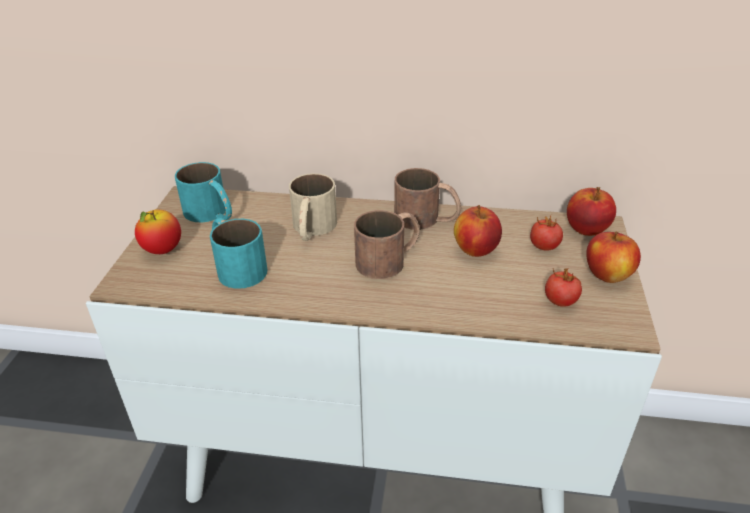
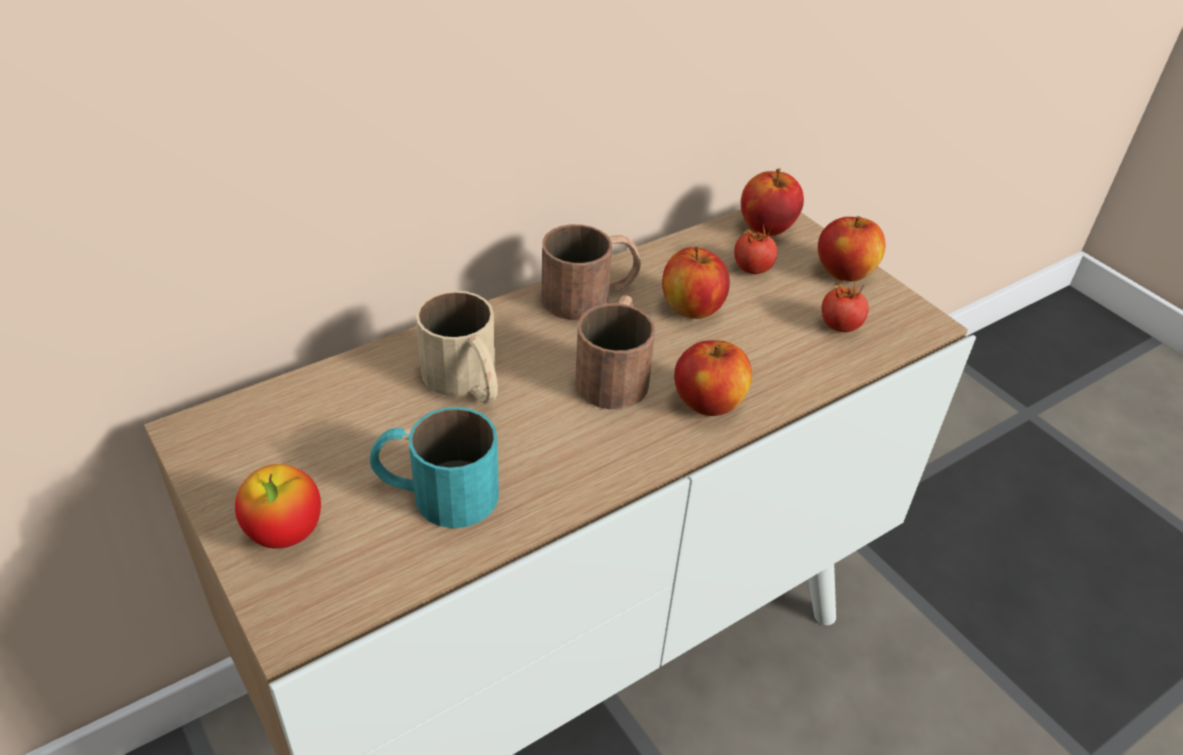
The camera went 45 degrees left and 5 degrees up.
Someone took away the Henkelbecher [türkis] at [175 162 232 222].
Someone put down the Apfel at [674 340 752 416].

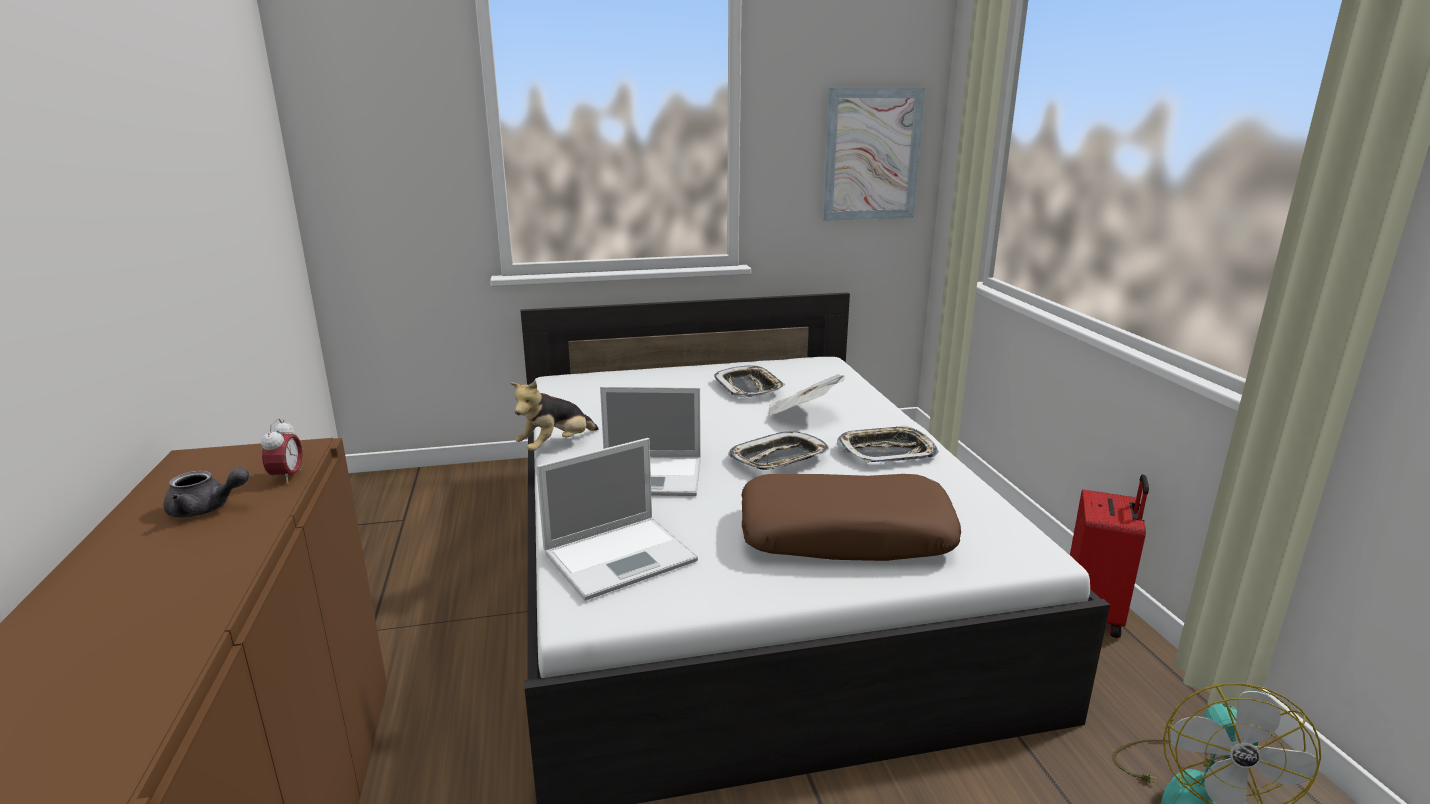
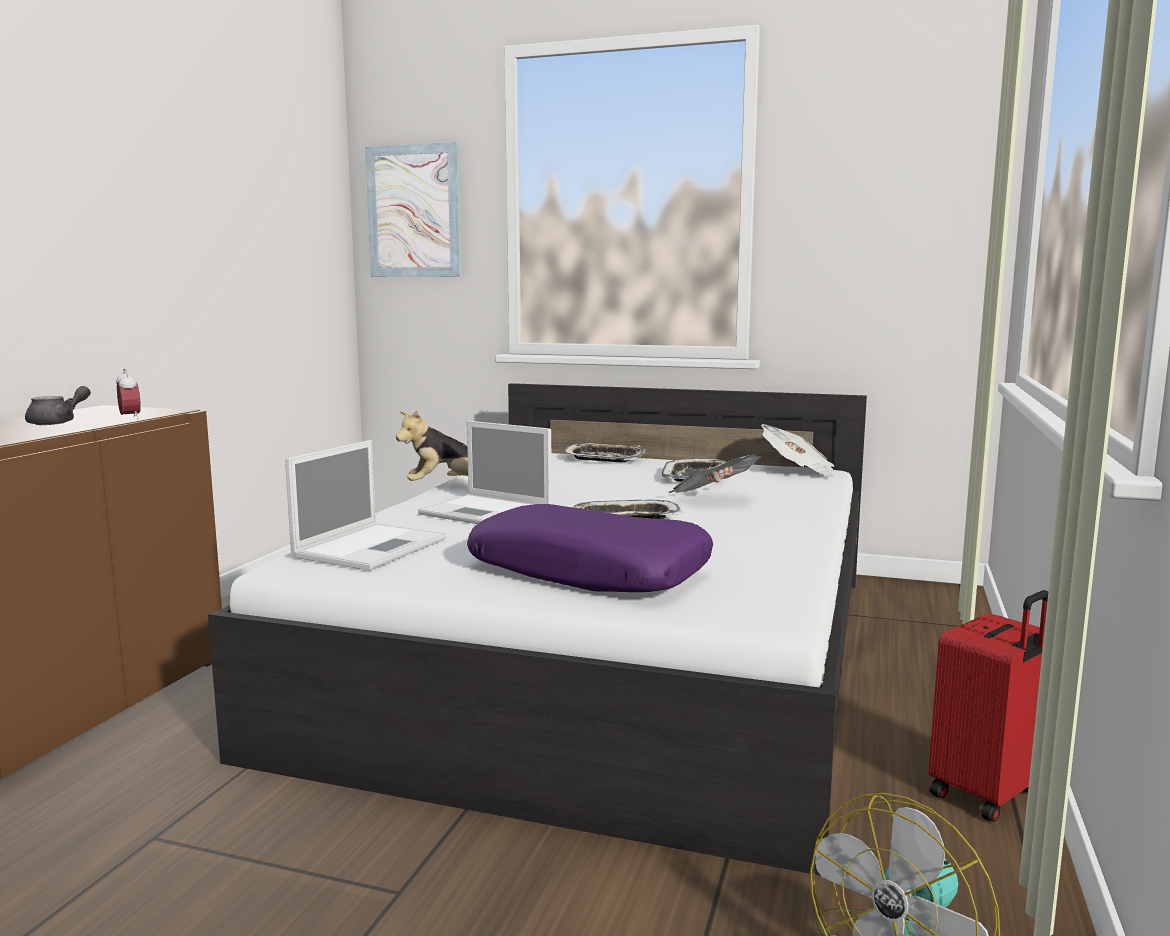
The camera went 30 degrees right and 10 degrees down.
Someone rotated the Teekanne [grau] at [164 467 249 517] by 90 degrees counterclockwise.
Someone rotated the Wecker at [261 418 303 484] by 60 degrees counterclockwise.
Someone rotated the Laptop at [536 438 698 601] by 60 degrees counterclockwise.
Someone repainted the Kissen [braun] at [741 474 961 561], which became the Kissen [lila] at [467 504 713 592].
Someone carried the Bild from [822 88 925 221] to [365 142 461 277].
Someone carried the Tablett from [837 425 939 463] to [565 443 645 462].
Someone put down the Zeitung at [761 424 834 478].

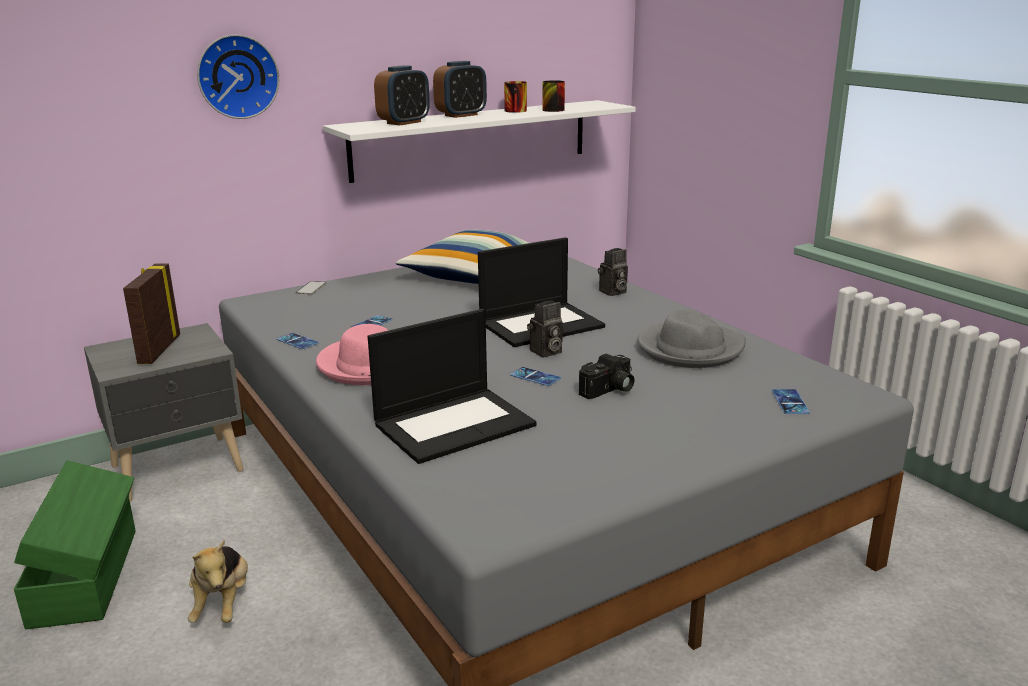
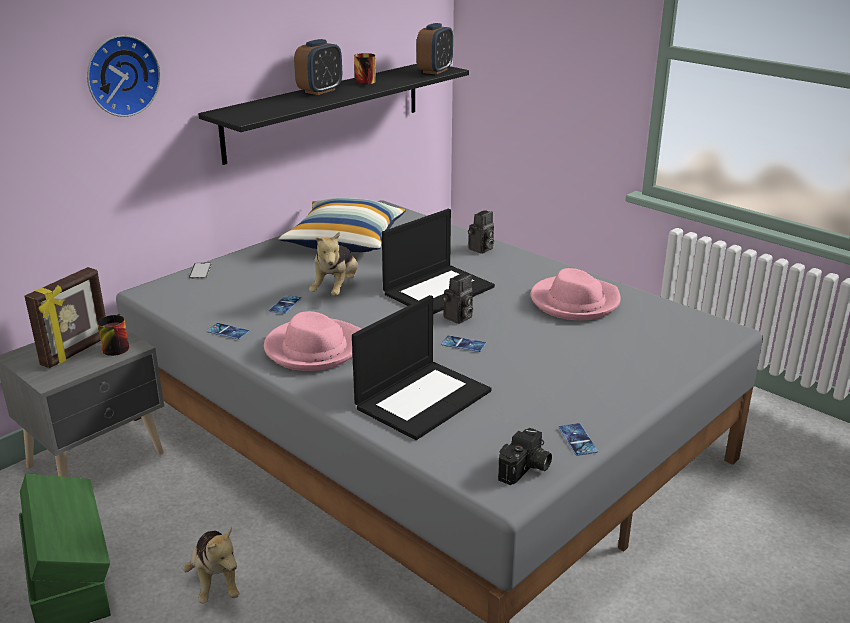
The camera went 15 degrees left and 5 degrees up.
Someone rotated the Bilderrahmen at [123 263 180 364] by 135 degrees counterclockwise.
Someone repainted the Wandregal [weiß] at [323 100 636 183], which became the Wandregal [schwarz] at [198 64 469 165].
Someone carried the Wecker from [374 65 430 126] to [417 23 453 74].
Someone carried the Henkelbecher from [542 80 565 112] to [97 314 129 356].
Someone carried the Kamera from [579 354 635 399] to [498 428 552 485].
Someone repainted the Hut [grau] at [638 309 746 368], which became the Hut [rosa] at [531 268 621 320].
Someone carried the Handy from [772 389 810 414] to [559 423 598 456].
Someone put down the Plüschtier at [309 231 358 296].

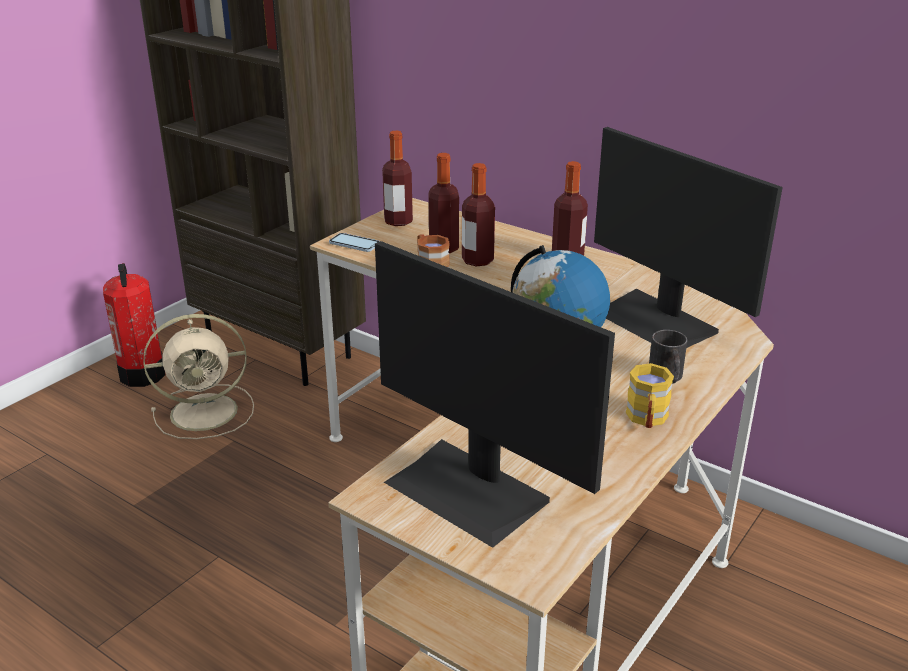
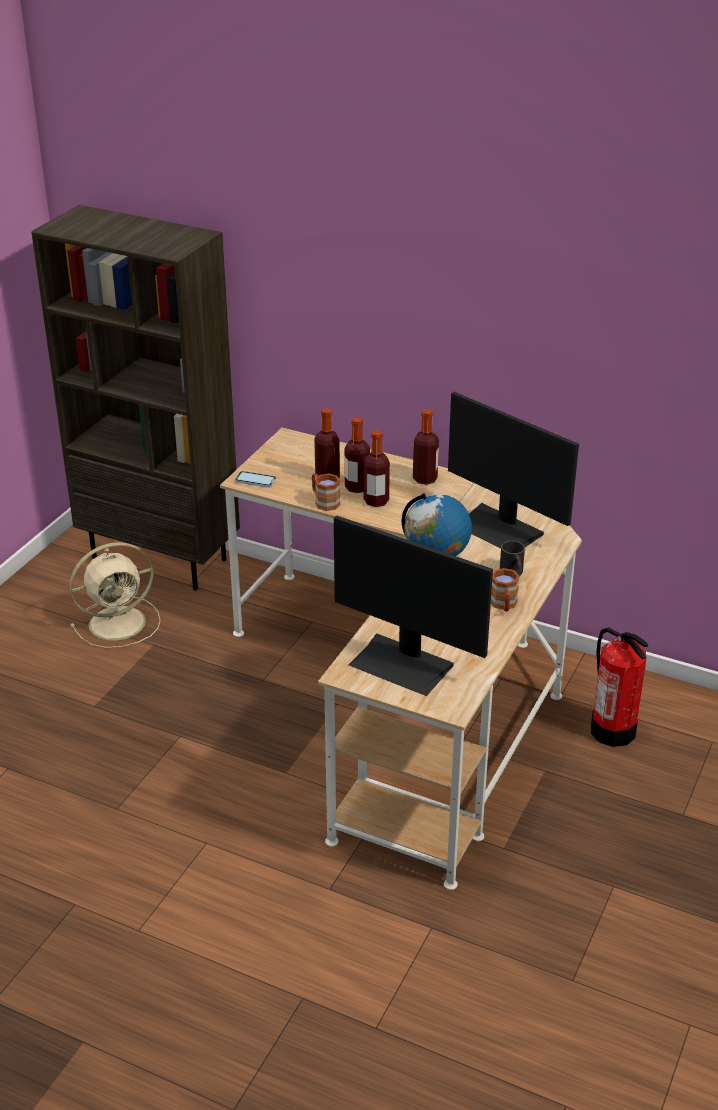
The camera went 10 degrees left and 5 degrees up.
Someone carried the Feuerlöscher from [103 263 165 387] to [591 628 648 747].
Someone carried the Flasche from [382 131 413 226] to [364 430 390 507].
Someone repainted the Henkelbecher [gelb] at [626 363 674 428], which became the Henkelbecher [braun] at [491 568 520 611].

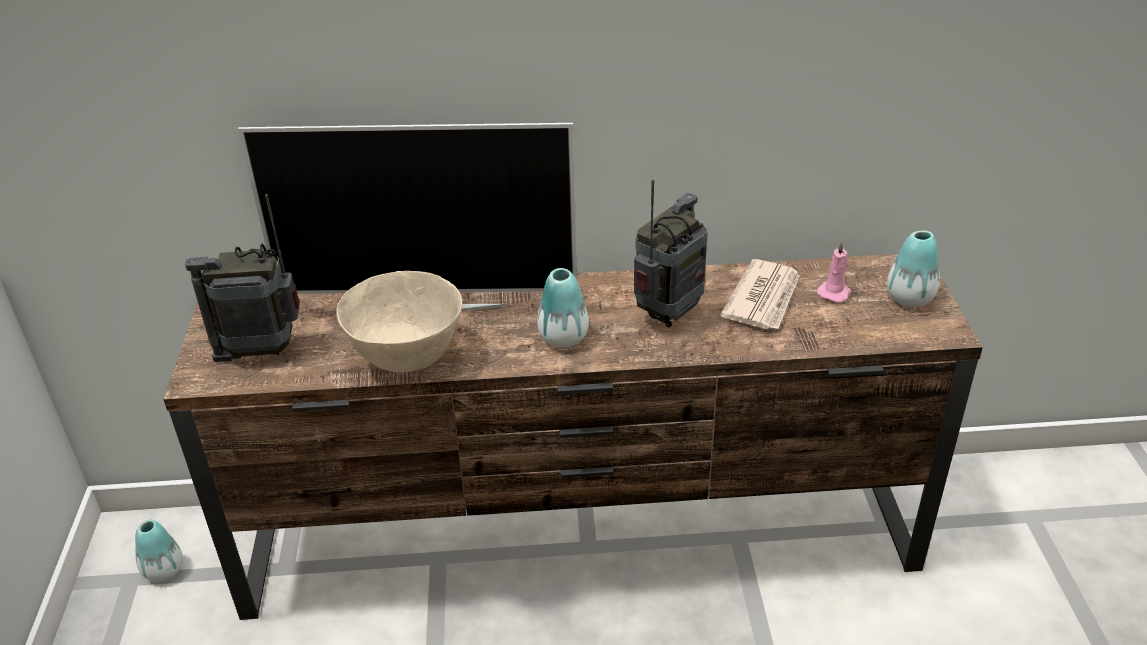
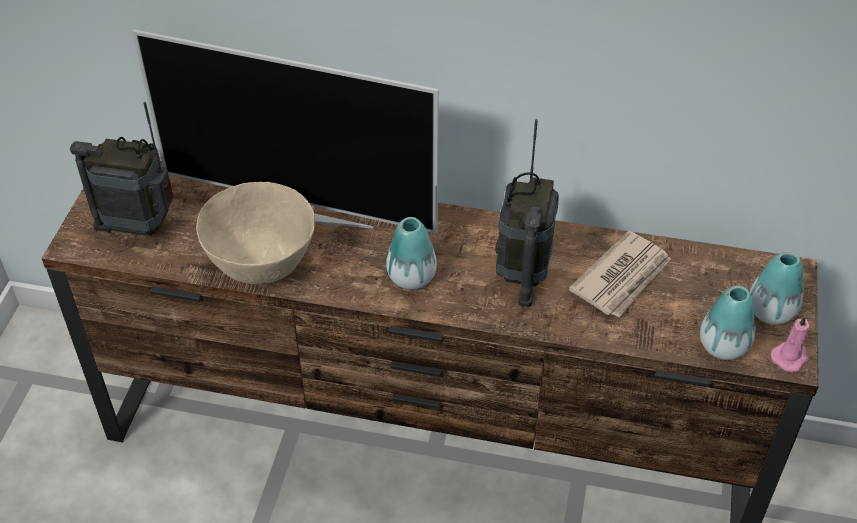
The camera went 15 degrees right and 10 degrees up.
Someone carried the Vase from [135 520 183 582] to [700 286 755 360].
Someone rotated the Radio at [634 179 708 327] by 135 degrees clockwise.
Someone carried the Kerze [rosa] from [817 242 851 303] to [771 315 809 372].

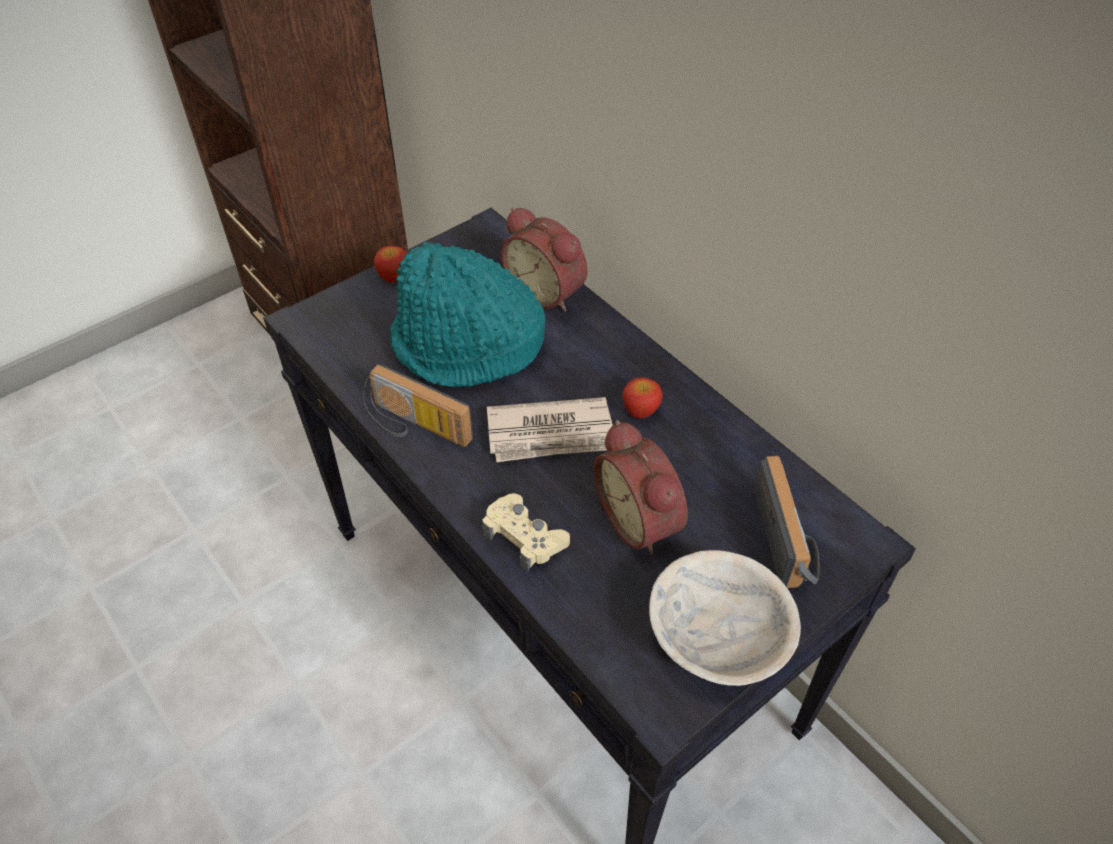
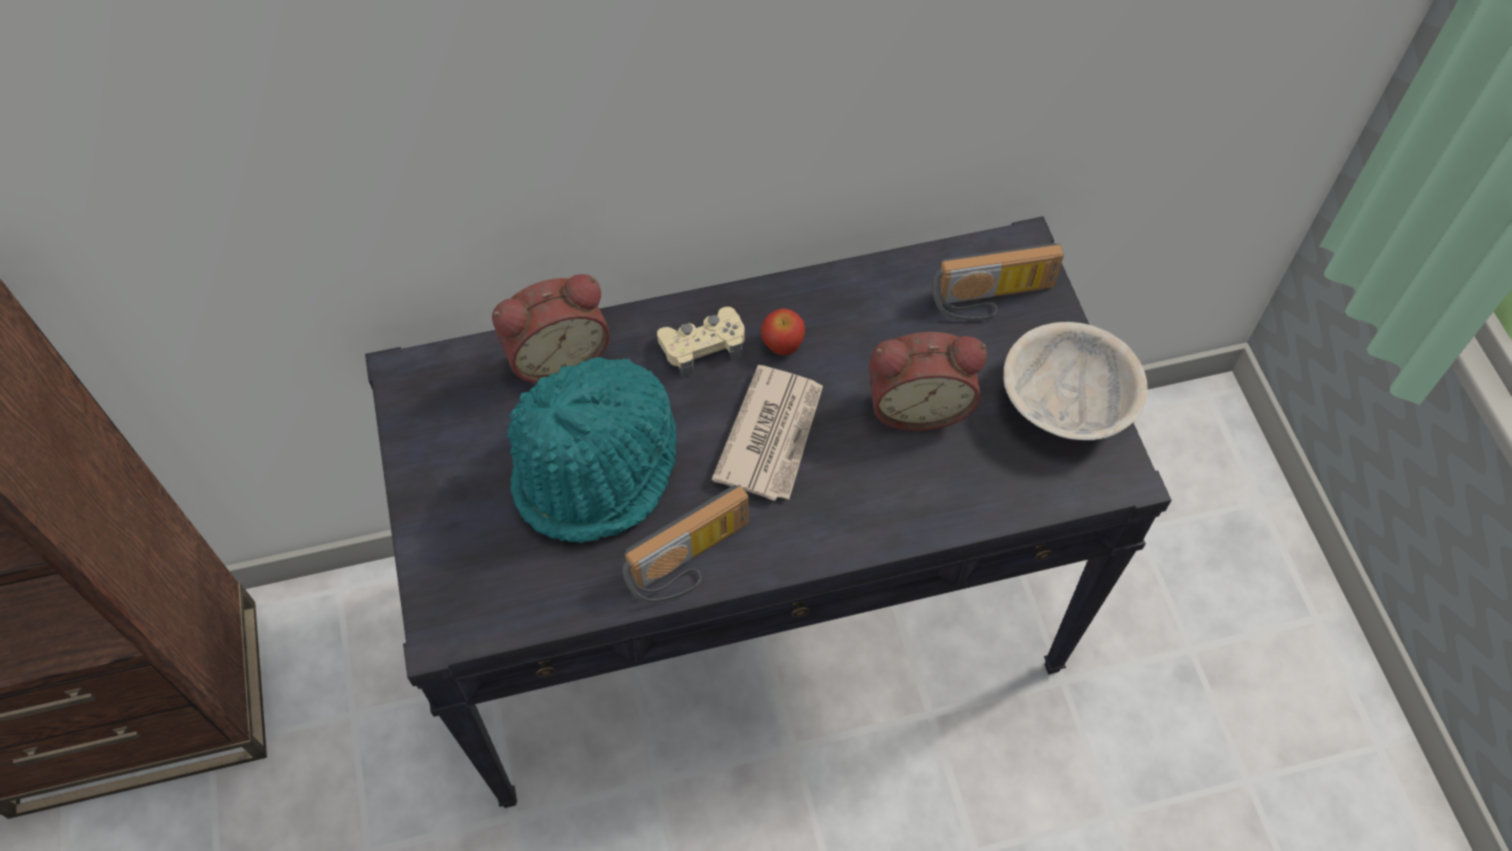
The camera went 65 degrees left and 10 degrees up.
Someone took away the Apfel at [374 246 407 283].
Someone carried the Gamepad [beige] from [482 493 570 572] to [657 307 745 377].
Someone rotated the Radio at [754 456 820 588] by 150 degrees clockwise.

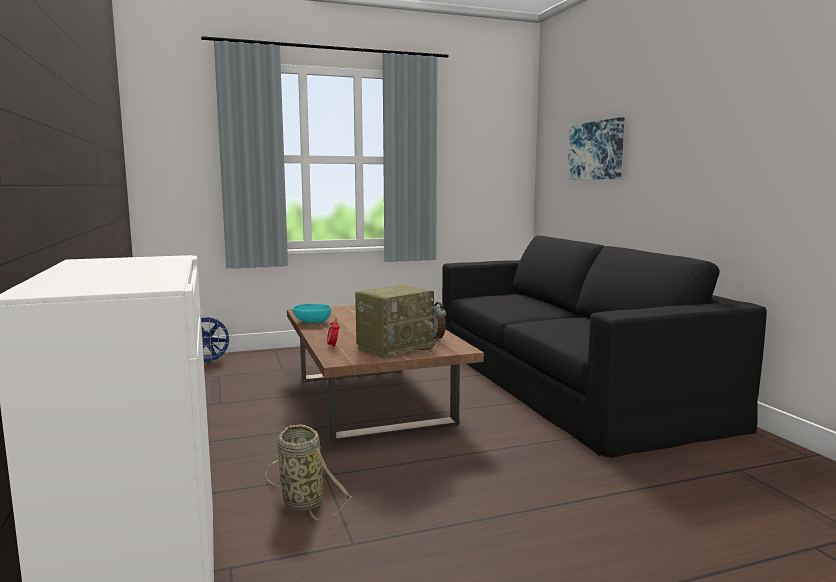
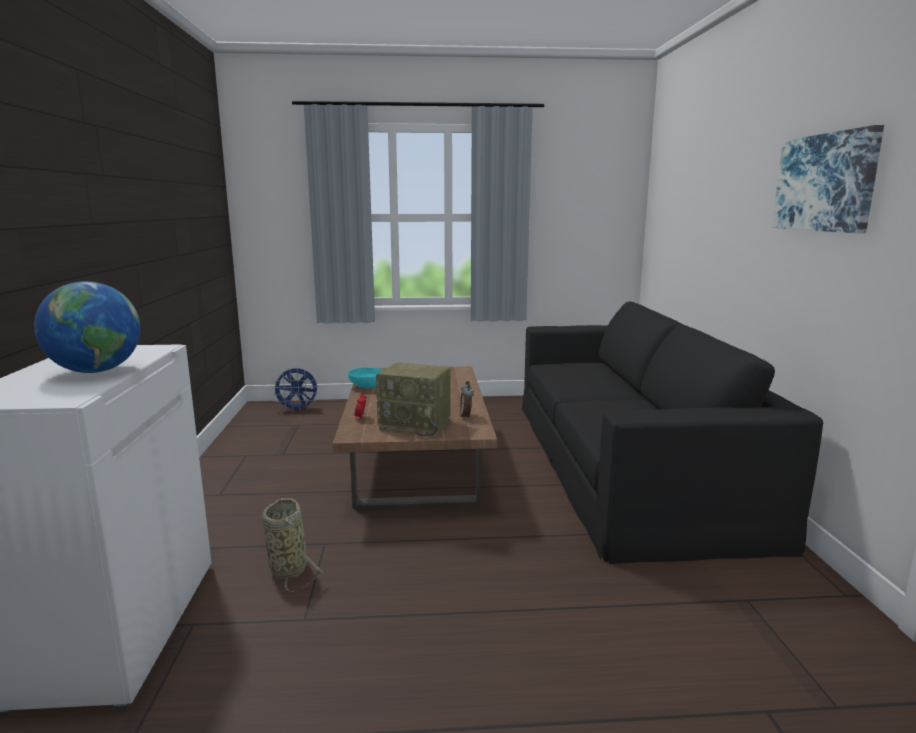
The camera went 15 degrees right and 5 degrees up.
Someone rotated the Radio at [355 285 438 359] by 45 degrees clockwise.
Someone carried the Bild from [567 117 624 180] to [772 125 884 233].
Someone put down the Globus at [34 281 140 373].

